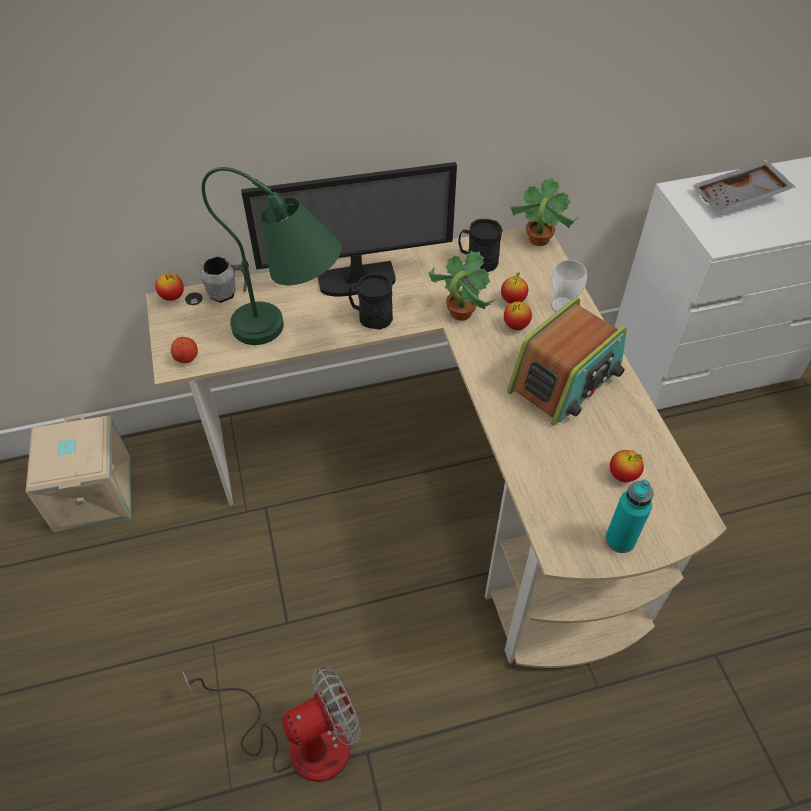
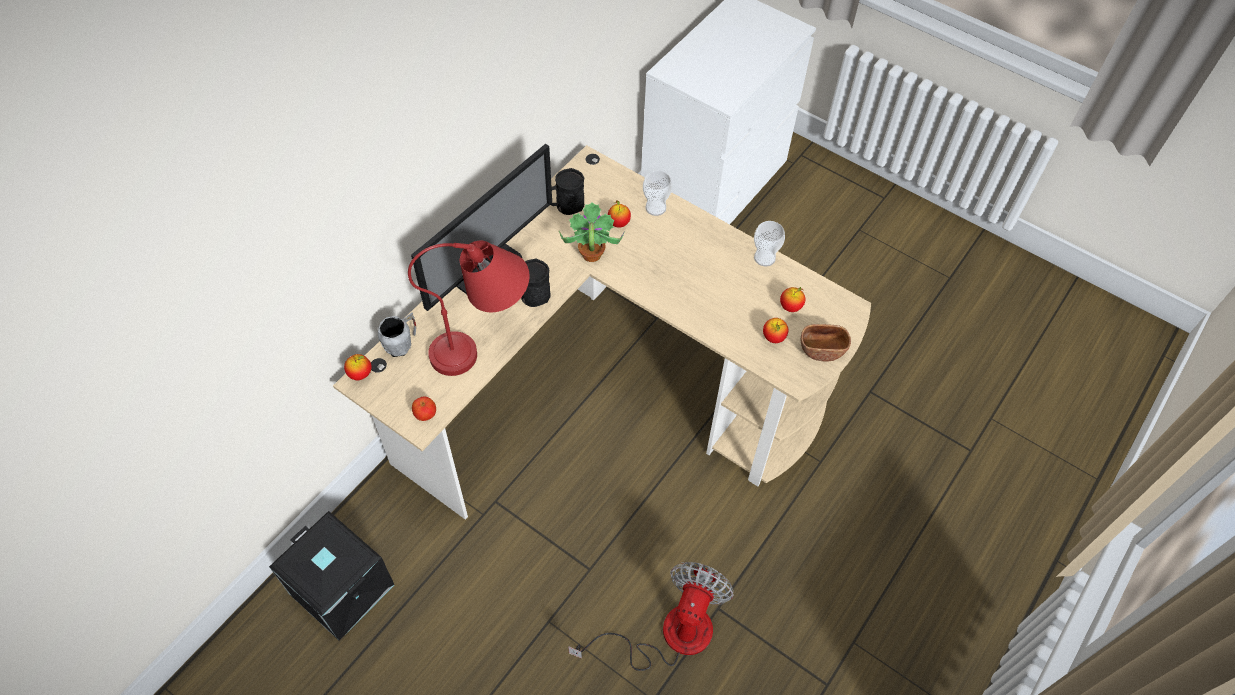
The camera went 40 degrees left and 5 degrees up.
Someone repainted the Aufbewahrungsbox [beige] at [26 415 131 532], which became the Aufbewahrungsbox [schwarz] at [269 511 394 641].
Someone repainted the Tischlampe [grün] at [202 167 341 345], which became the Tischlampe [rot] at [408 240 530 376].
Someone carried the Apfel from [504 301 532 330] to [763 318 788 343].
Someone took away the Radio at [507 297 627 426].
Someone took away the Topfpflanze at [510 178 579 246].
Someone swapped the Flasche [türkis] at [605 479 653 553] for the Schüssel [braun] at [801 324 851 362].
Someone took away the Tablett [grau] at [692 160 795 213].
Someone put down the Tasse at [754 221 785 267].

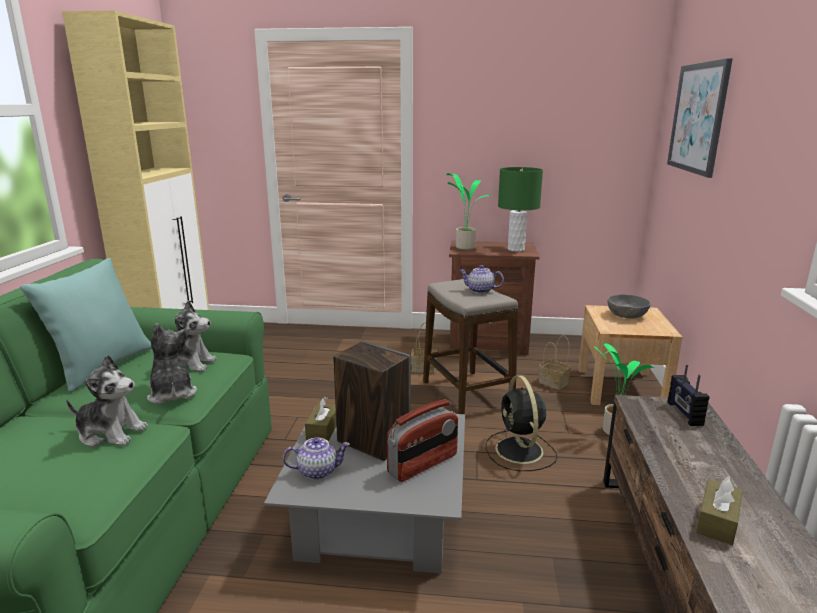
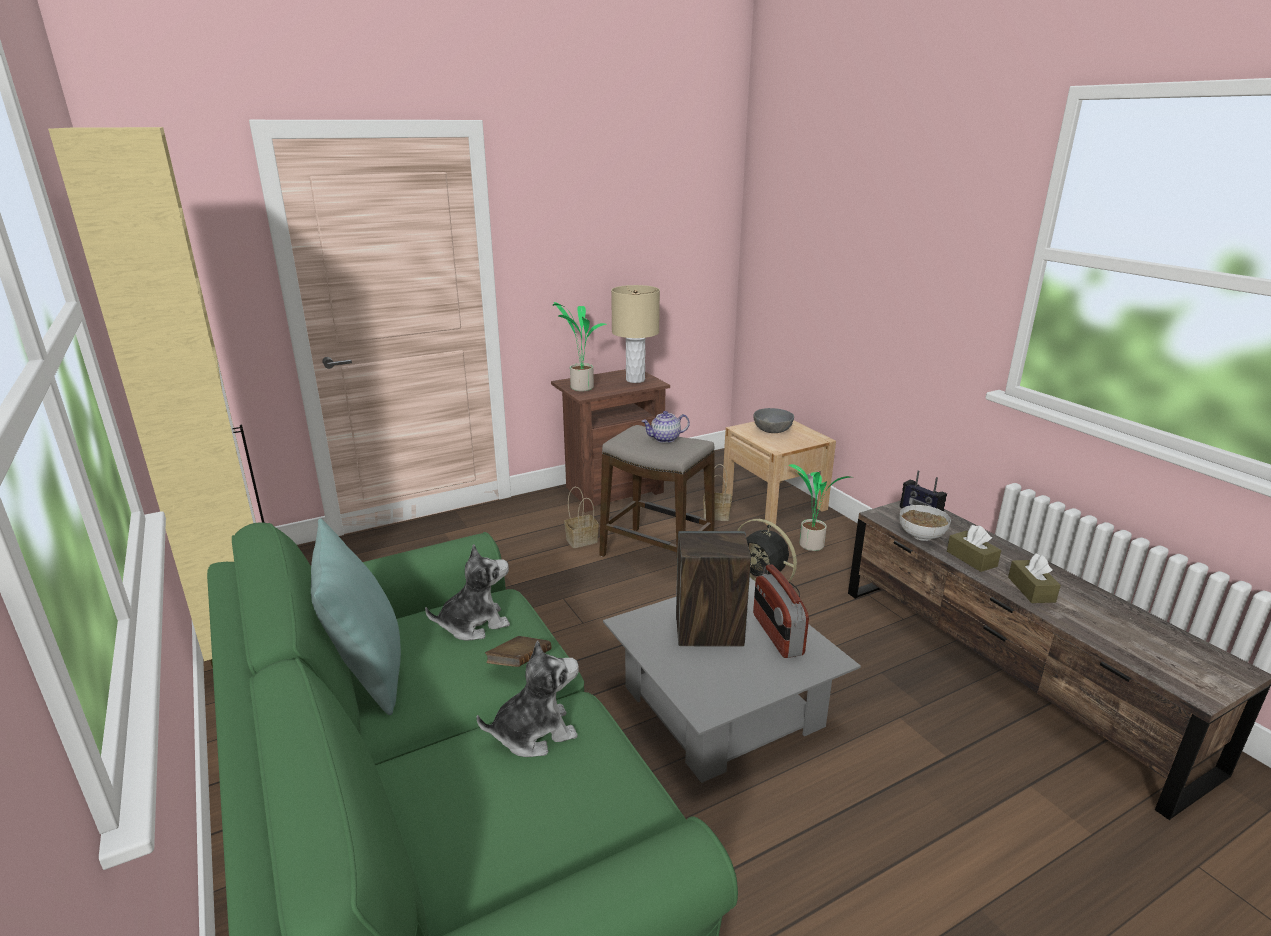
The camera went 35 degrees left and 5 degrees up.
Someone swapped the Plüschtier at [147 323 197 404] for the Buch [braun] at [485 636 552 667].
Someone took away the Teekanne at [283 437 350 480].
Someone carried the Taschentuchbox [braun] from [305 397 336 441] to [947 525 1001 572].
Someone rotated the Radio at [387 399 458 482] by 150 degrees clockwise.
Someone repainted the Tischlampe [grün] at [498 167 543 252], which became the Tischlampe [beige] at [611 285 660 383].
Someone took away the Bild at [667 58 733 178].
Someone put down the Schüssel at [899 505 951 541].

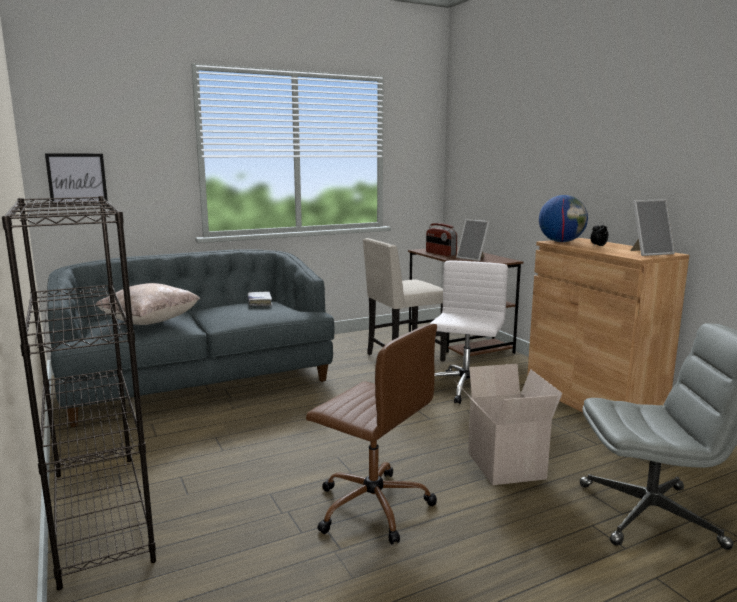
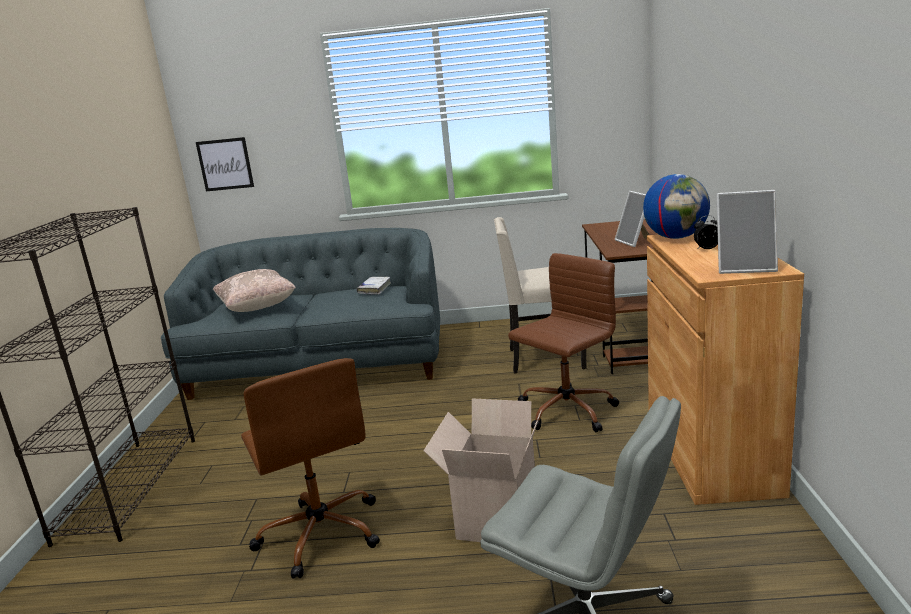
The camera went 30 degrees right and 5 degrees up.
Someone took away the Radio at [426 223 457 256].
Someone repainted the Bürostuhl [weiß] at [430 261 508 404], which became the Bürostuhl [braun] at [508 253 619 432].

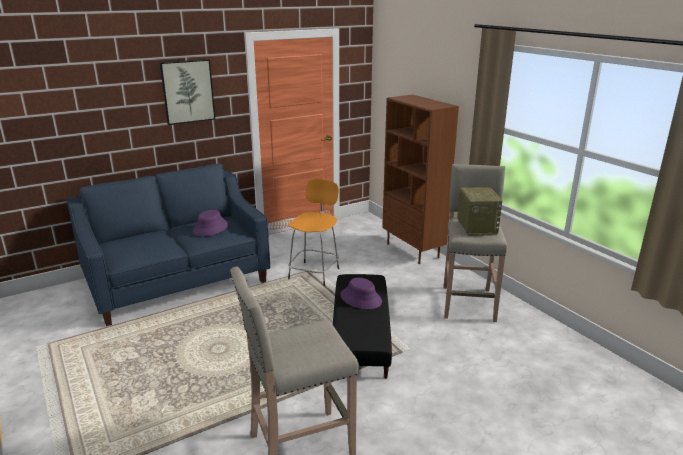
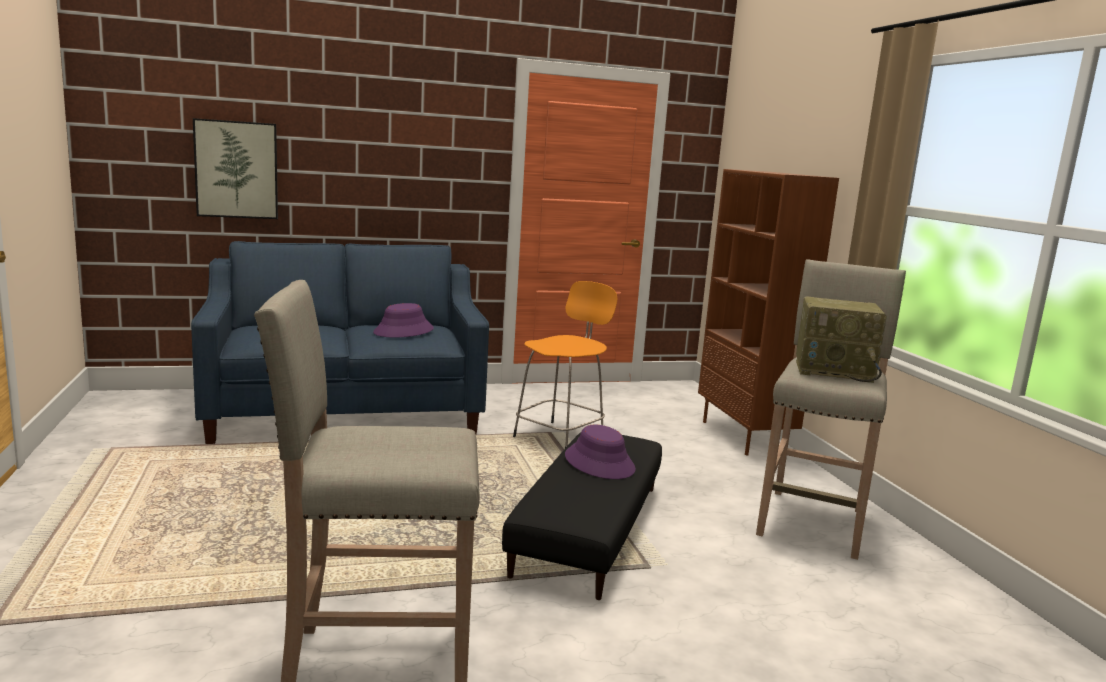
The camera went 15 degrees right and 10 degrees down.
Someone carried the Bild from [160 59 215 125] to [193 118 278 219].
Someone rotated the Radio at [457 187 502 236] by 90 degrees clockwise.

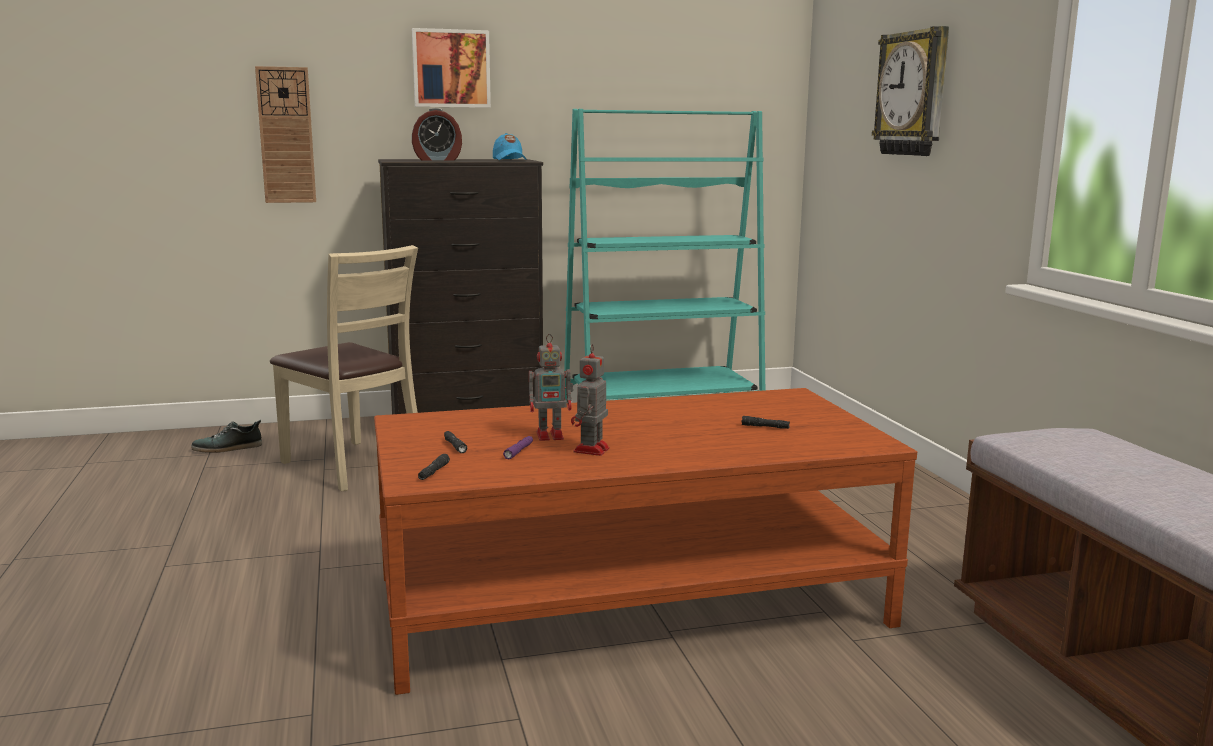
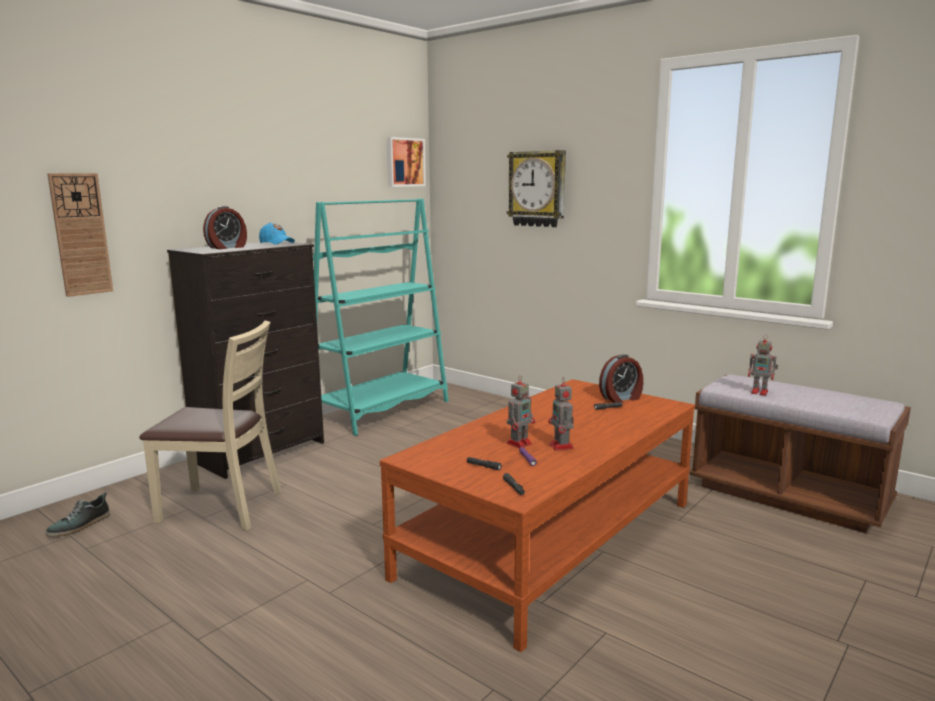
The camera went 35 degrees left and 0 degrees up.
Someone carried the Bild from [412 28 491 108] to [387 137 426 187].
Someone put down the Wecker at [599 354 643 403].
Someone put down the Spielzeugroboter at [748 334 778 396].

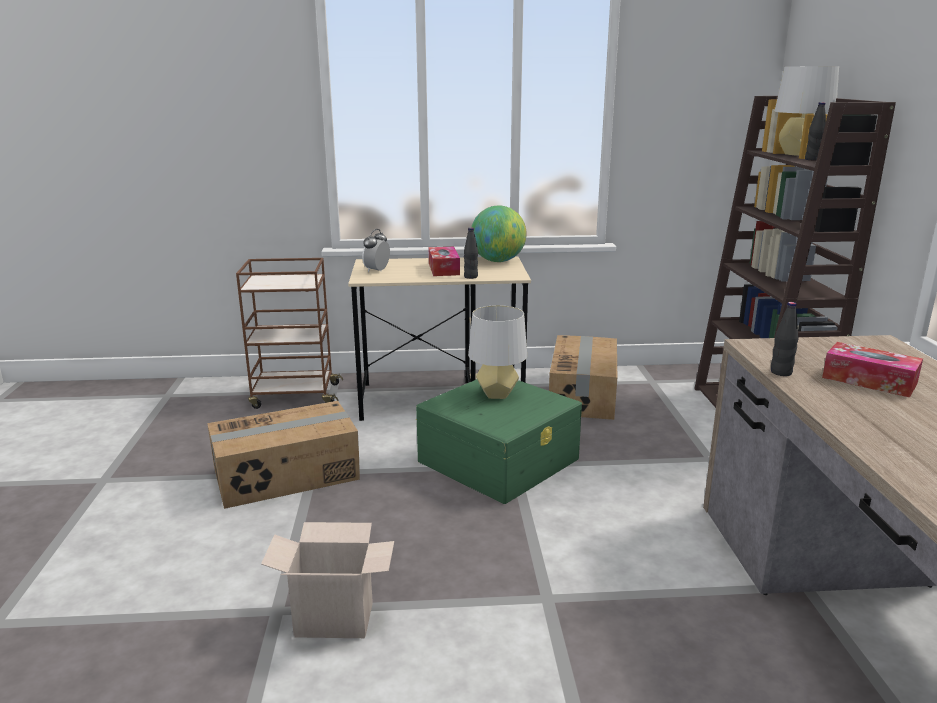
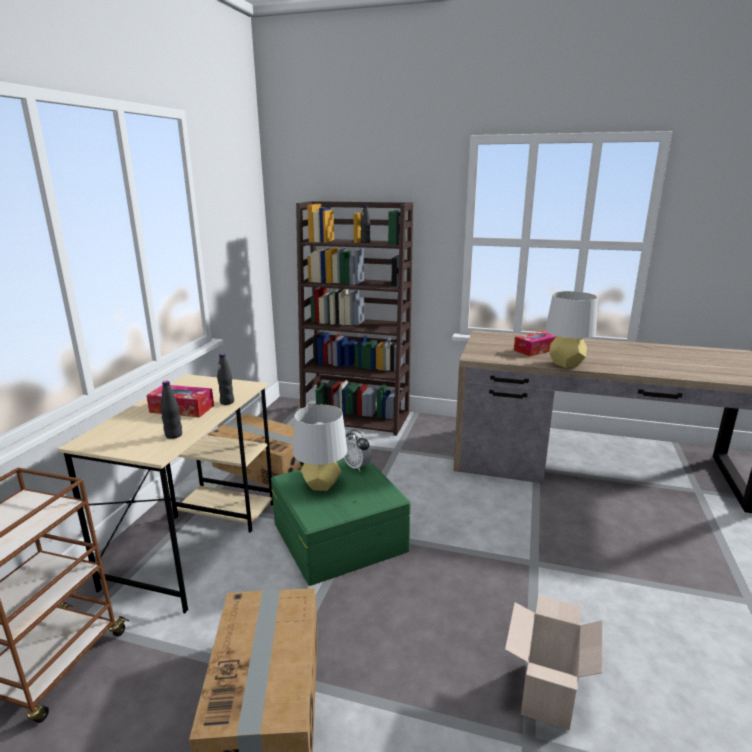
The camera went 70 degrees left and 0 degrees up.
Someone carried the Wecker from [363 229 390 273] to [344 430 372 472].
Someone took away the Globus at [472 206 527 262].
Someone carried the Flasche [schwarz] from [771 302 798 376] to [161 381 182 439].
Someone carried the Tischlampe [grau] from [774 66 839 156] to [545 291 598 368].

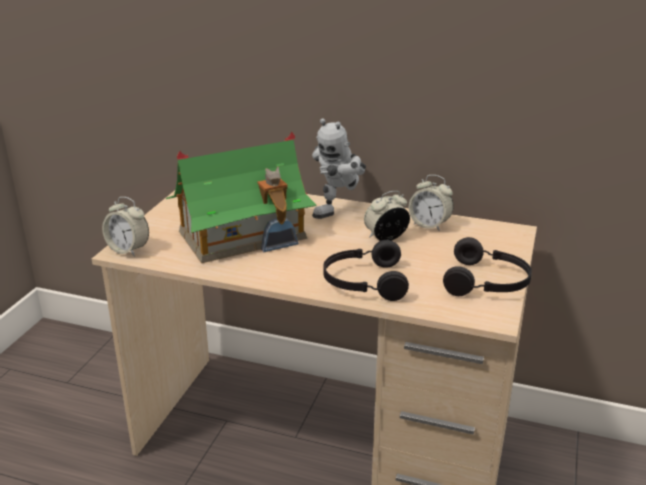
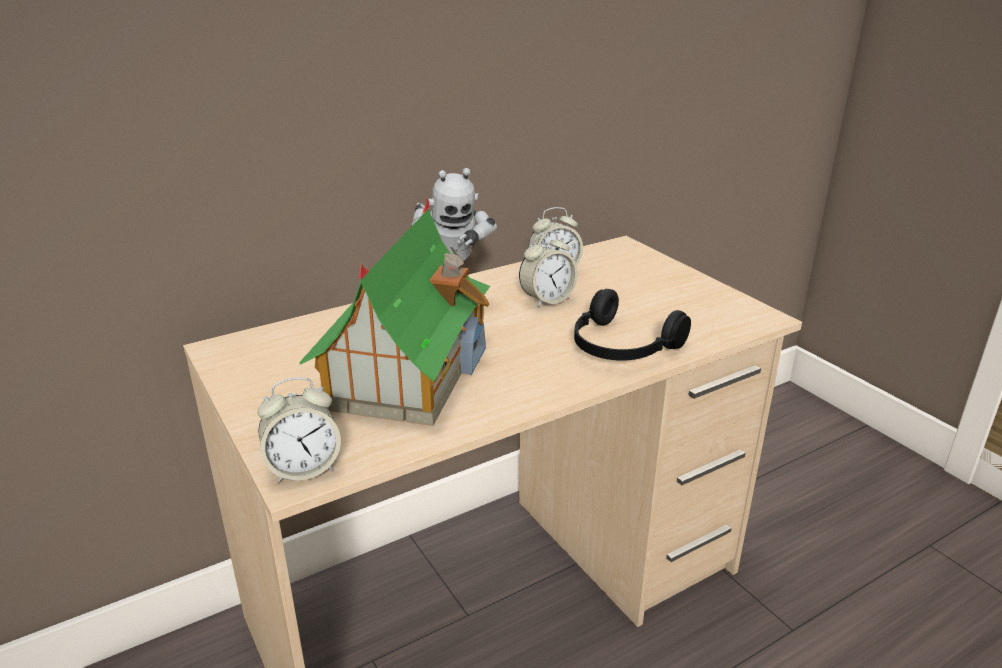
The camera went 50 degrees left and 0 degrees up.
Someone rotated the Wecker at [364 191 410 241] by 135 degrees counterclockwise.
Someone took away the Kopfhörer [schwarz] at [443 237 532 296].

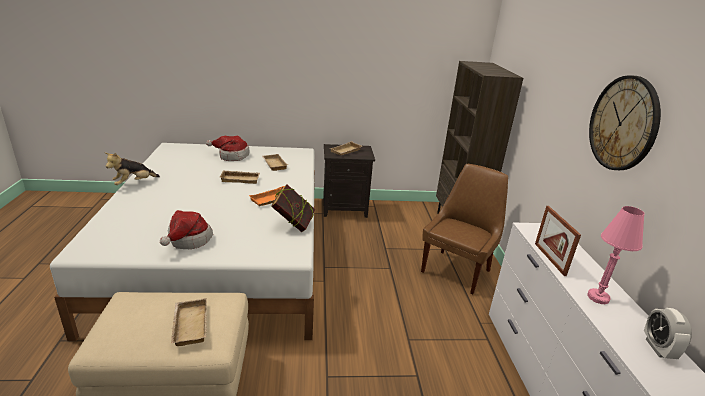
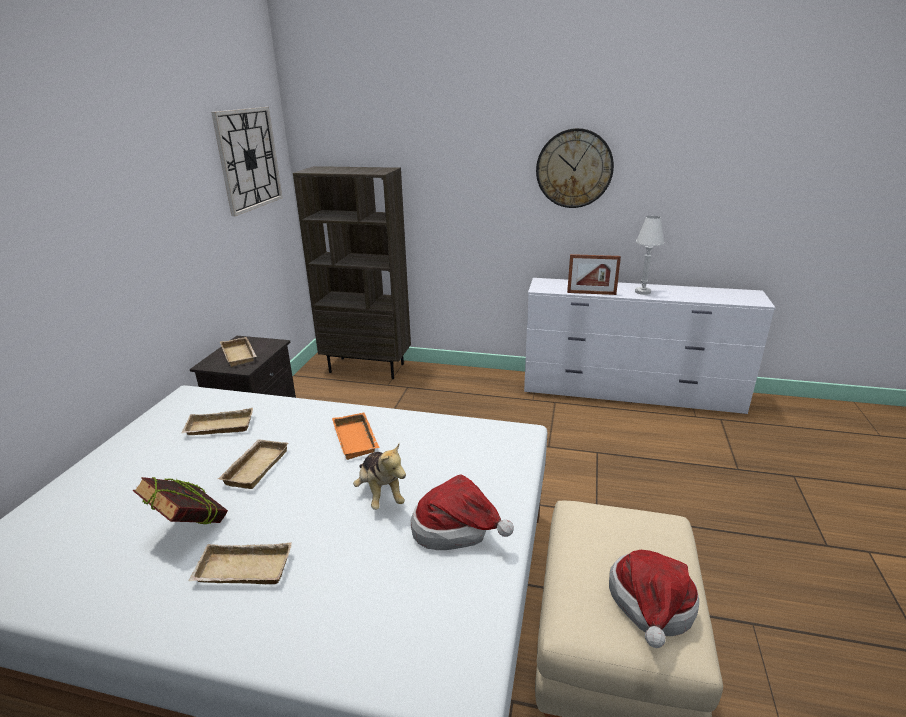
The camera went 70 degrees left and 0 degrees up.
Someone carried the Plüschtier from [105 153 160 185] to [353 444 406 510].
Someone carried the Tablett [beige] from [171 298 207 346] to [188 542 292 584].
Someone carried the Hut from [206 136 249 161] to [609 550 699 648].
Someone carried the Buch from [271 184 315 232] to [133 477 228 524].
Someone took away the Stuhl [braun] at [421 164 508 294].
Someone repainted the Tischlampe [rosa] at [587 206 645 304], which became the Tischlampe [weiß] at [635 216 664 295].
Someone took away the Wecker at [644 308 692 359].
Someone put up the Wanduhr at [211 107 283 216].

